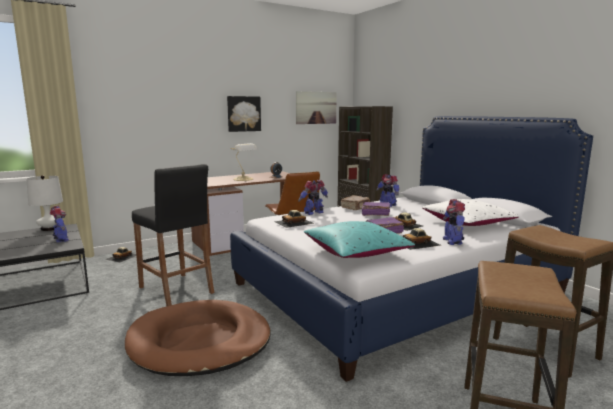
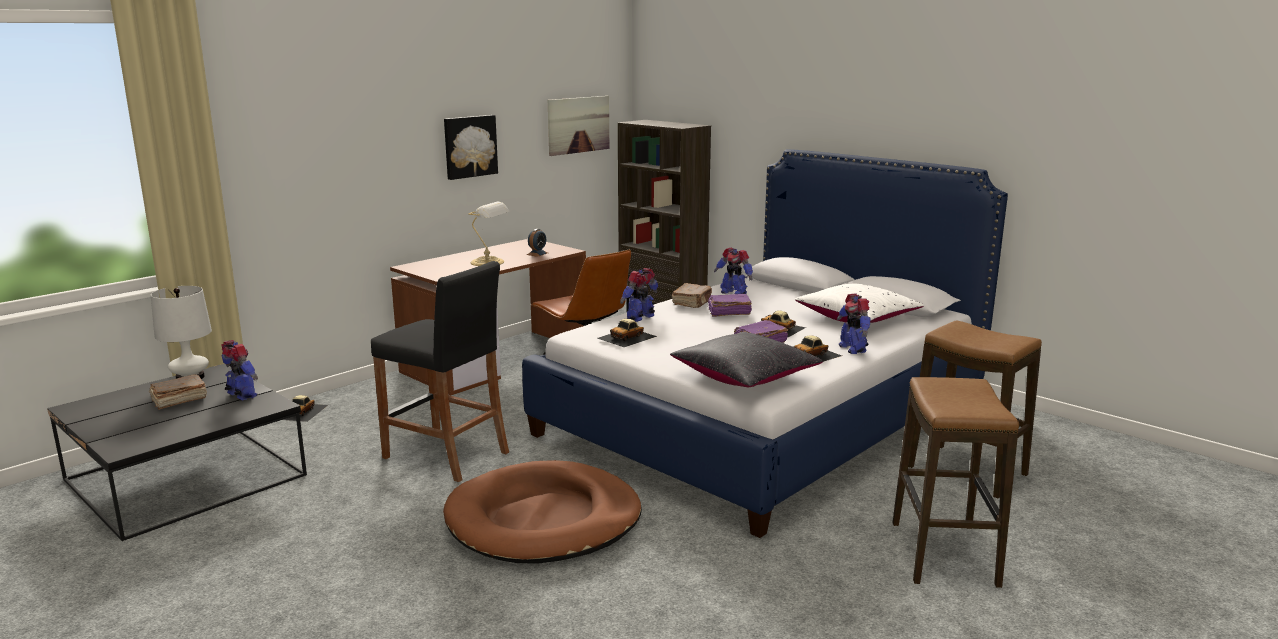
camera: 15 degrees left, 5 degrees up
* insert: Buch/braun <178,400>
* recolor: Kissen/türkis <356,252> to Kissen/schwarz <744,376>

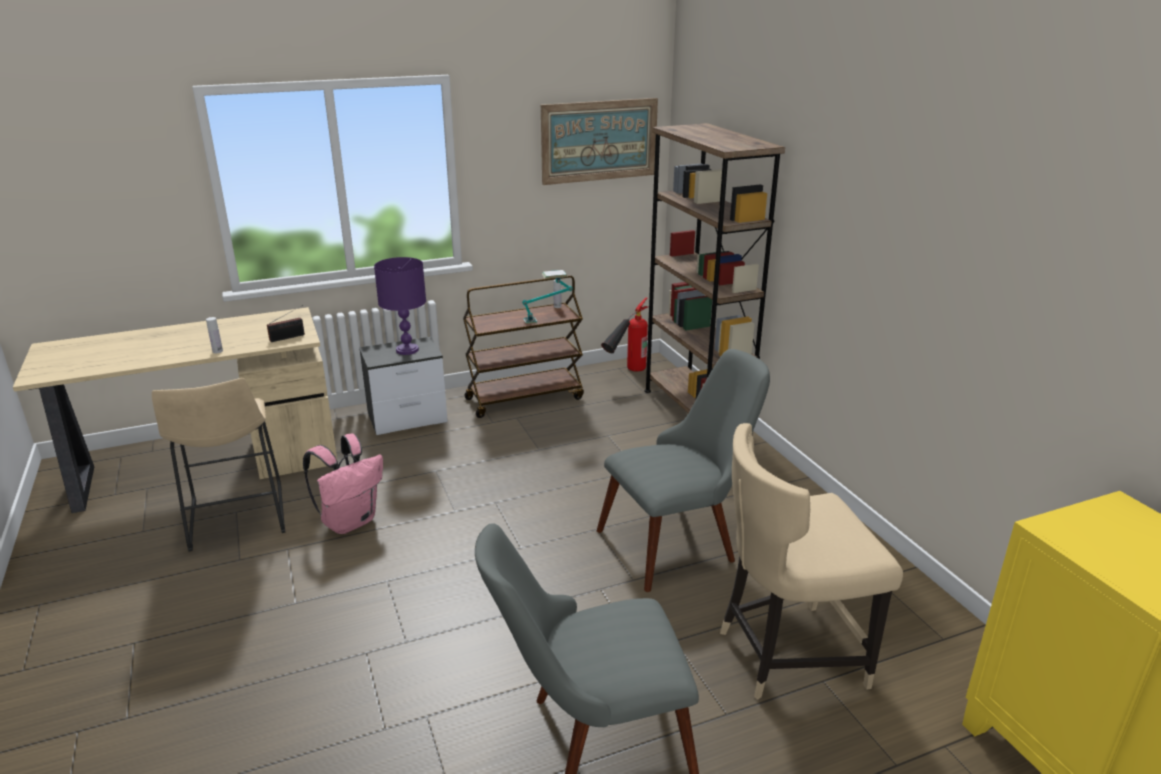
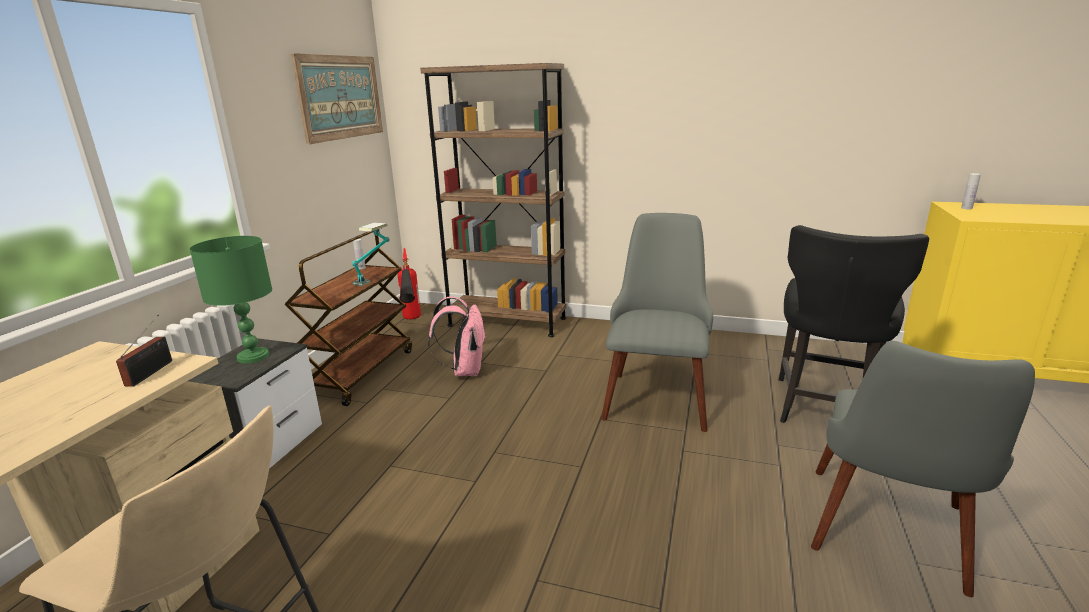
camera: 50 degrees left, 5 degrees down
* move: Flasche/weiß <217,351> to <966,208>
* move: Rucksack/rosa <350,521> to <465,371>
* recolor: Tischlampe/lila <406,350> to Tischlampe/grün <253,357>
* recolor: Stuhl/beige <786,654> to Stuhl/schwarz <823,408>

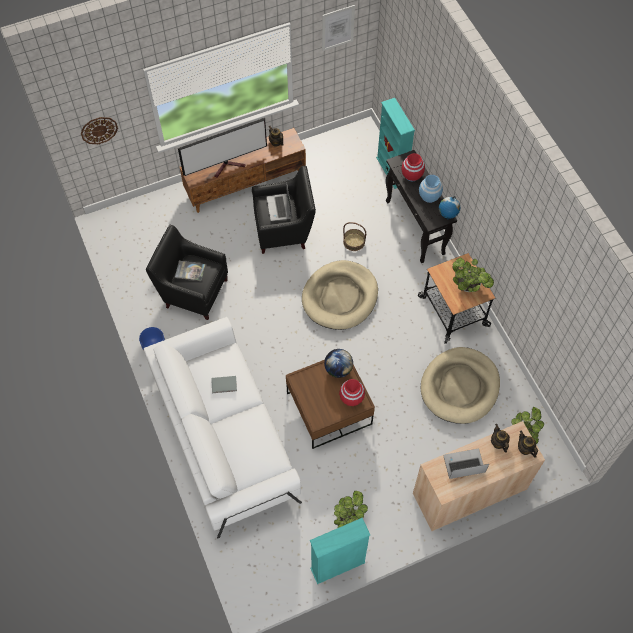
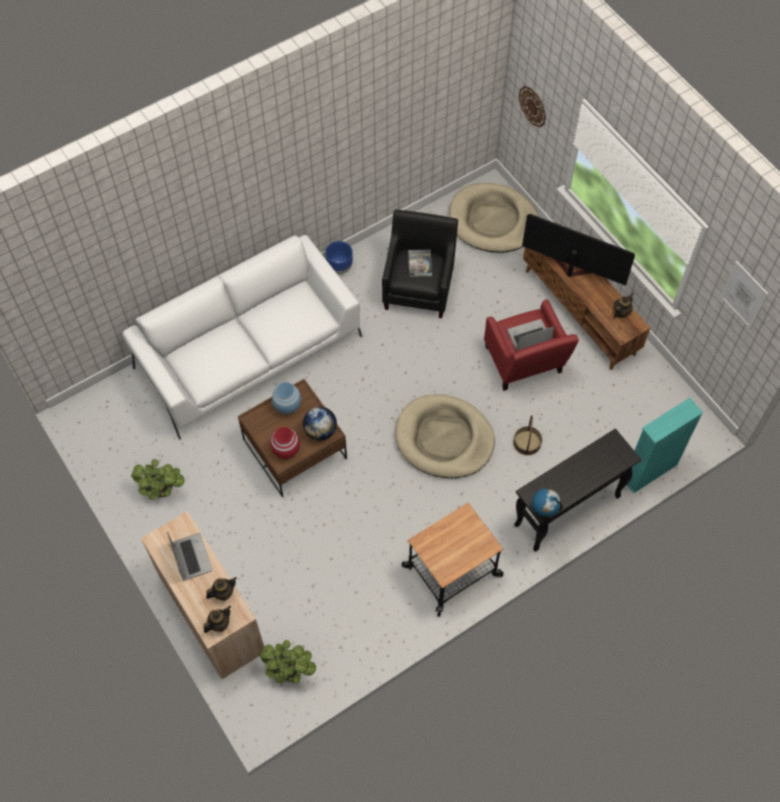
camera: 80 degrees right, 0 degrees up
* delete: Buch/grau <224,385>
* delete: Bücherregal/türkis <337,565>
* delete: Vase/rot <412,175>
* delete: Topfpflanze <469,287>
* move: Vase/blau <429,196> to <287,405>
* move: Hundebett/beige <459,387> to <493,221>
* recolor: Sessel/schwarz <284,230> to Sessel/rot <524,364>
* rotate: Fernseher <228,166> = <570,270> 150 degrees clockwise

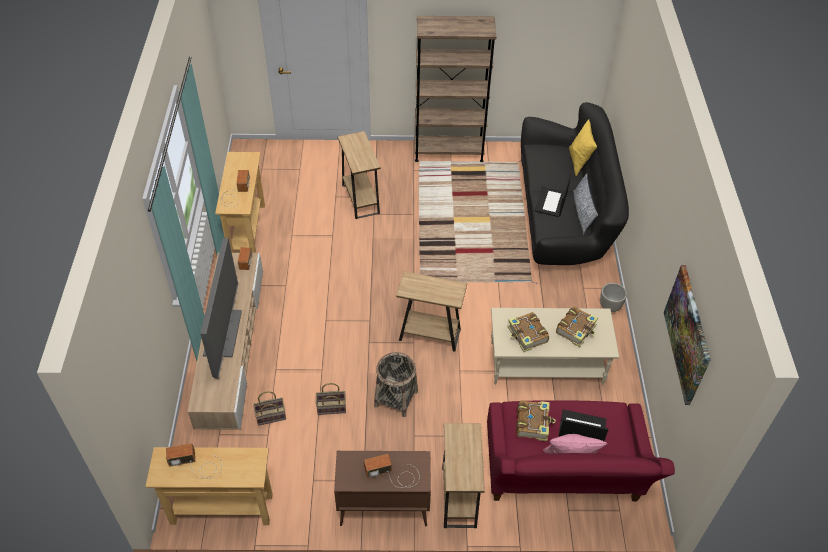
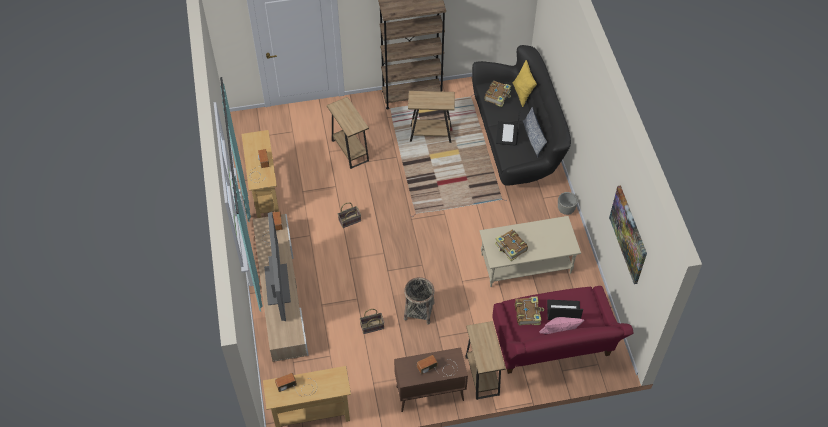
camera: 10 degrees left, 5 degrees up
* move: Korb <271,415> to <350,220>
* move: Beistelltisch/braun <429,335> to <430,134>
* move: Buch <576,329> to <498,96>

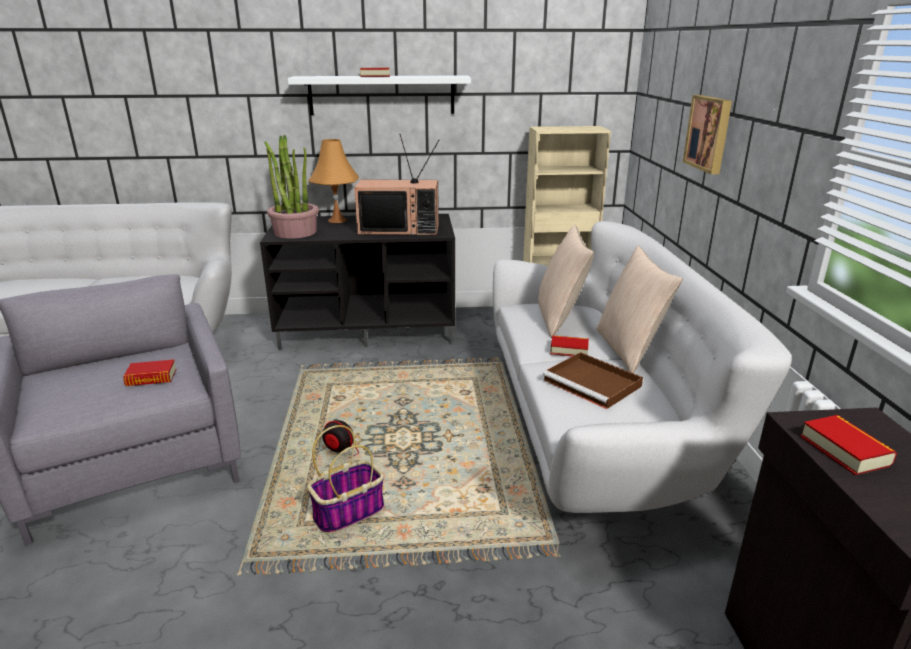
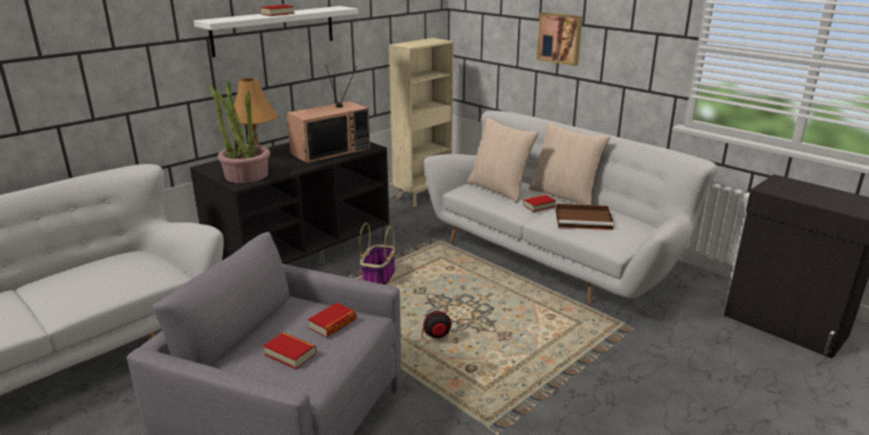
camera: 40 degrees left, 0 degrees up
* move: Korb <349,512> to <378,277>
* move: Buch <844,450> to <290,354>

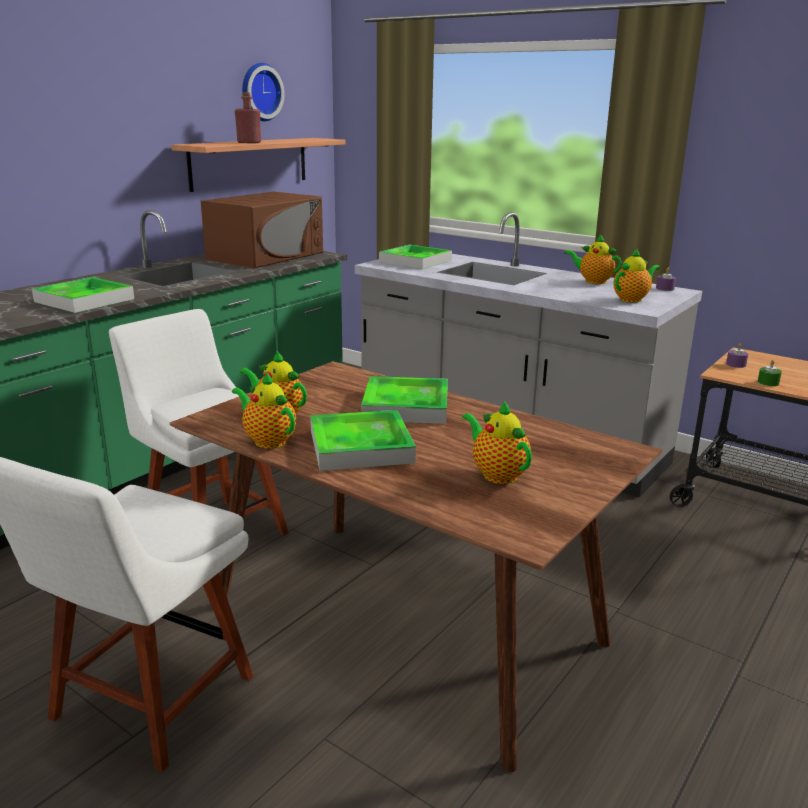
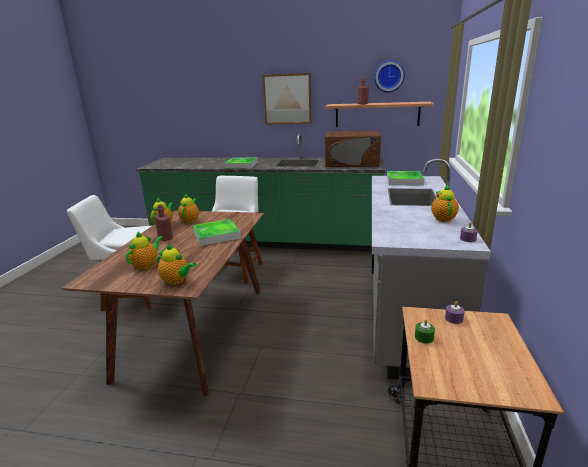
camera: 65 degrees right, 0 degrees up
* insert: Bild <287,99>
* move: Teekanne <632,299> to <176,281>
* replace: Tablett <360,446> to Flasche/rot <165,238>

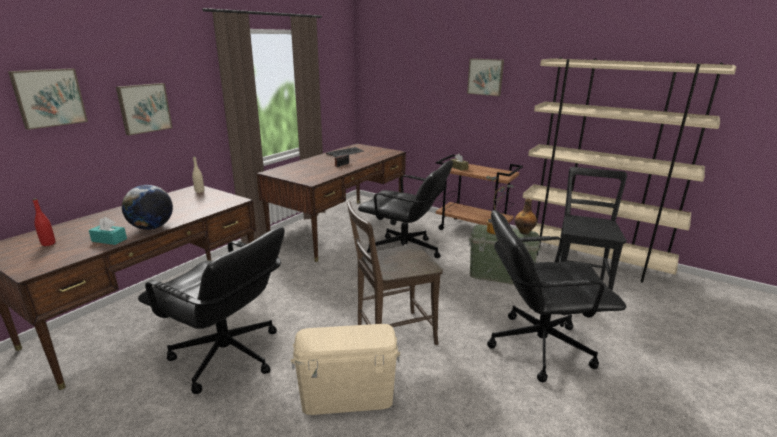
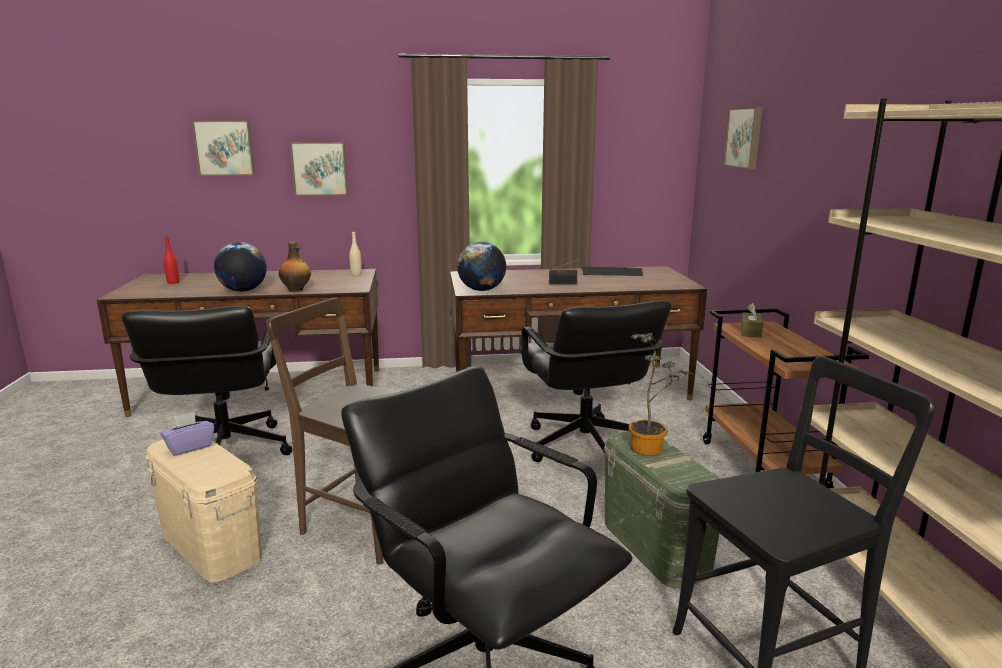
camera: 50 degrees right, 5 degrees down
* delete: Taschentuchbox/türkis <109,240>
* insert: Taschentuchbox/lila <190,447>
* insert: Globus <482,290>
* move: Bild <485,77> to <745,138>
* move: Flasche <524,232> to <296,290>

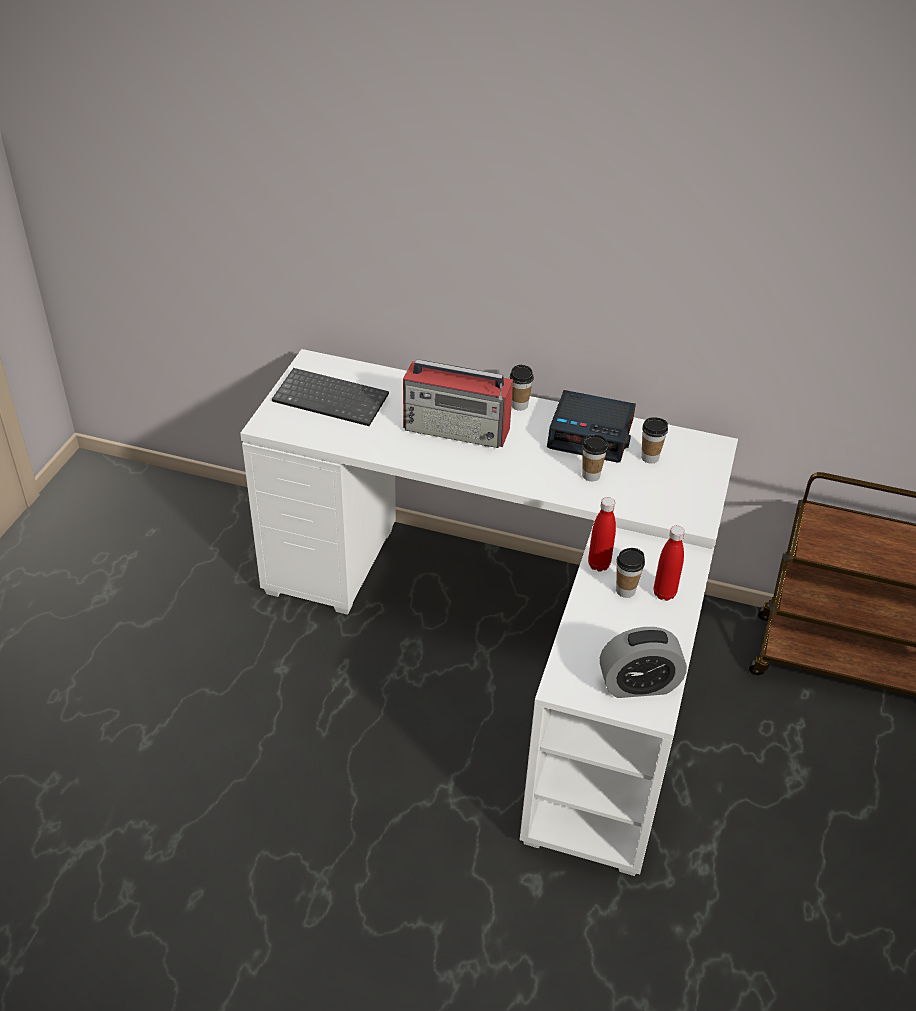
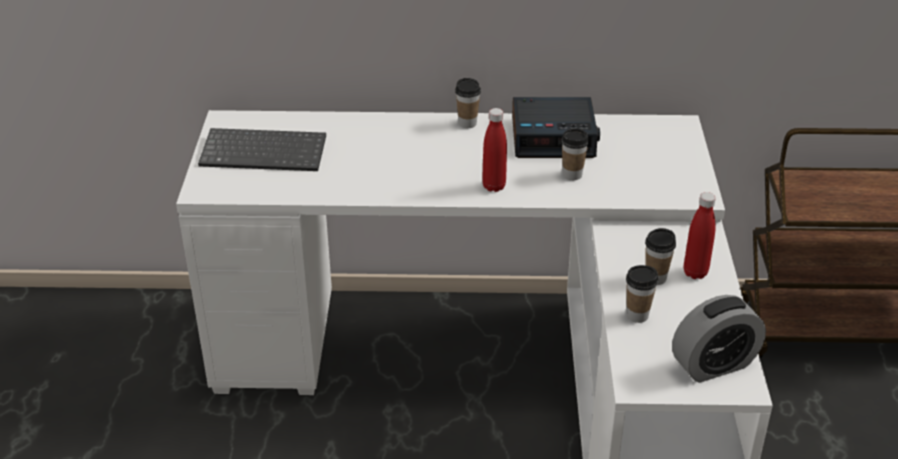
camera: 15 degrees left, 5 degrees down
* delete: Radio <457,429>
* move: Flasche/rot <598,565> to <494,186>
* move: Tasse <649,458> to <637,315>

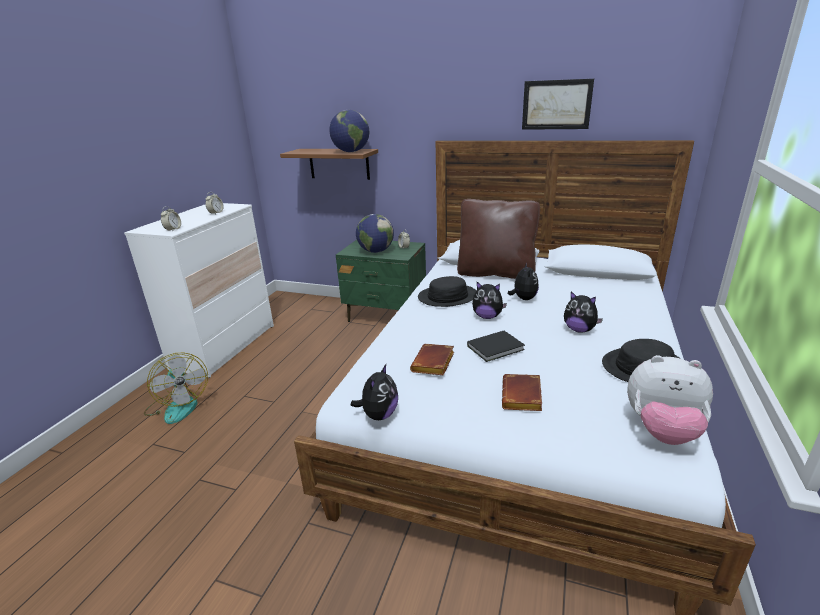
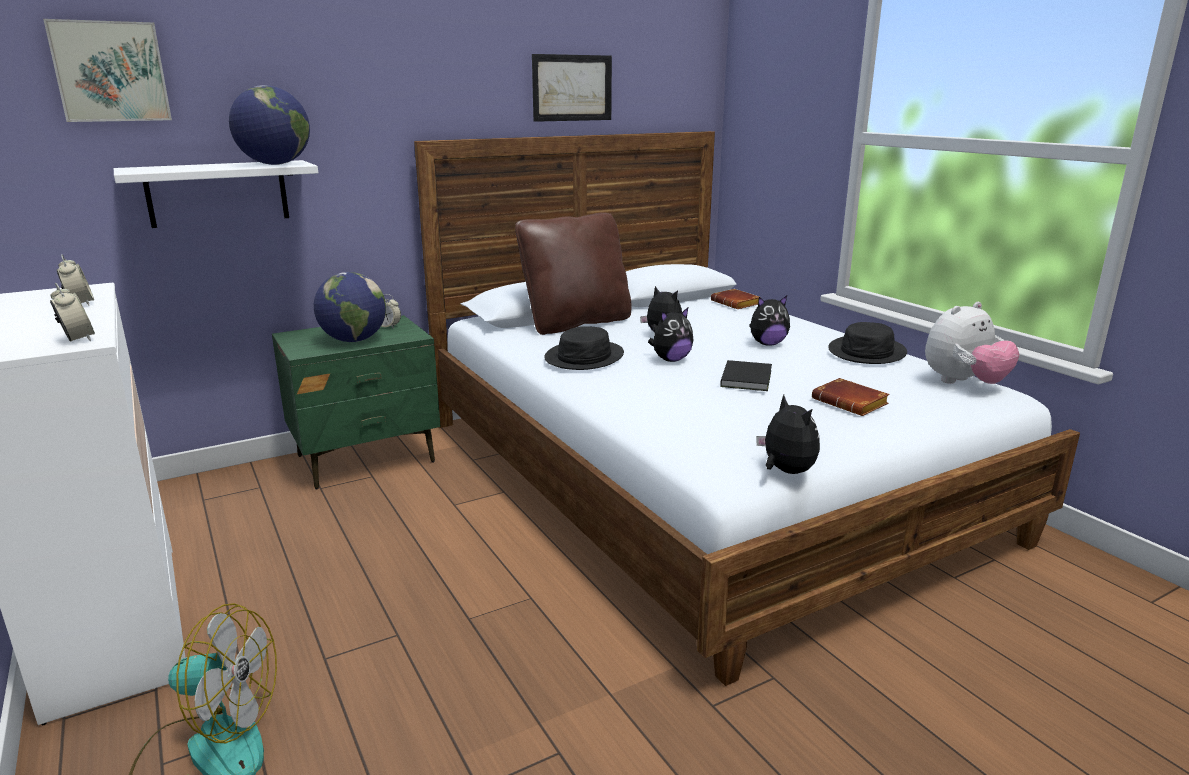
camera: 50 degrees left, 5 degrees down
* insert: Bild <110,72>
* move: Buch/braun <434,364> to <737,303>
* recolor: Wandregal/braun <339,164> to Wandregal/weiß <218,193>

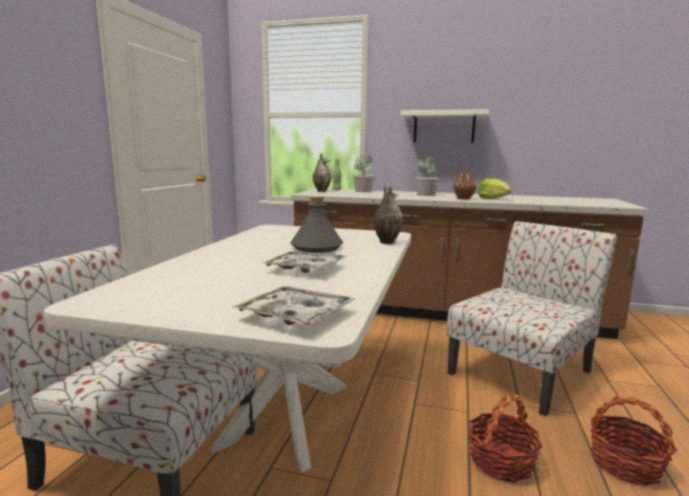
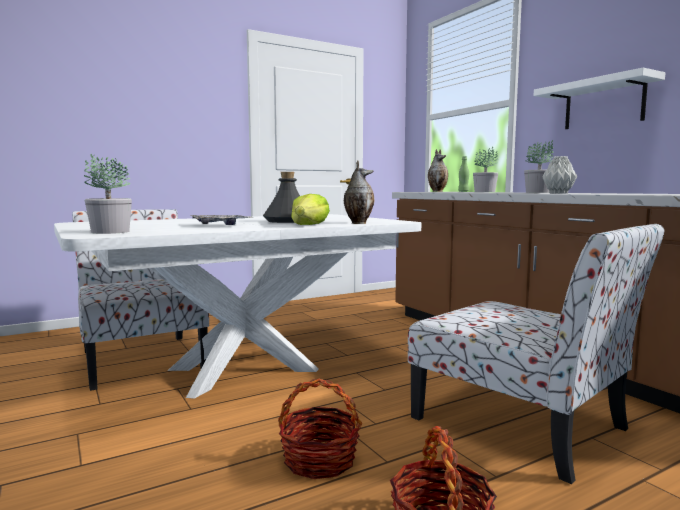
camera: 45 degrees right, 5 degrees down
* move: Salatkopf <493,199> to <309,225>
* replace: Tablett <296,315> to Topfpflanze <109,232>
* recolor: Vase/braun <463,199> to Vase/grau <558,193>
* rotate: Stuhl <522,371> = <522,425> 45 degrees clockwise

